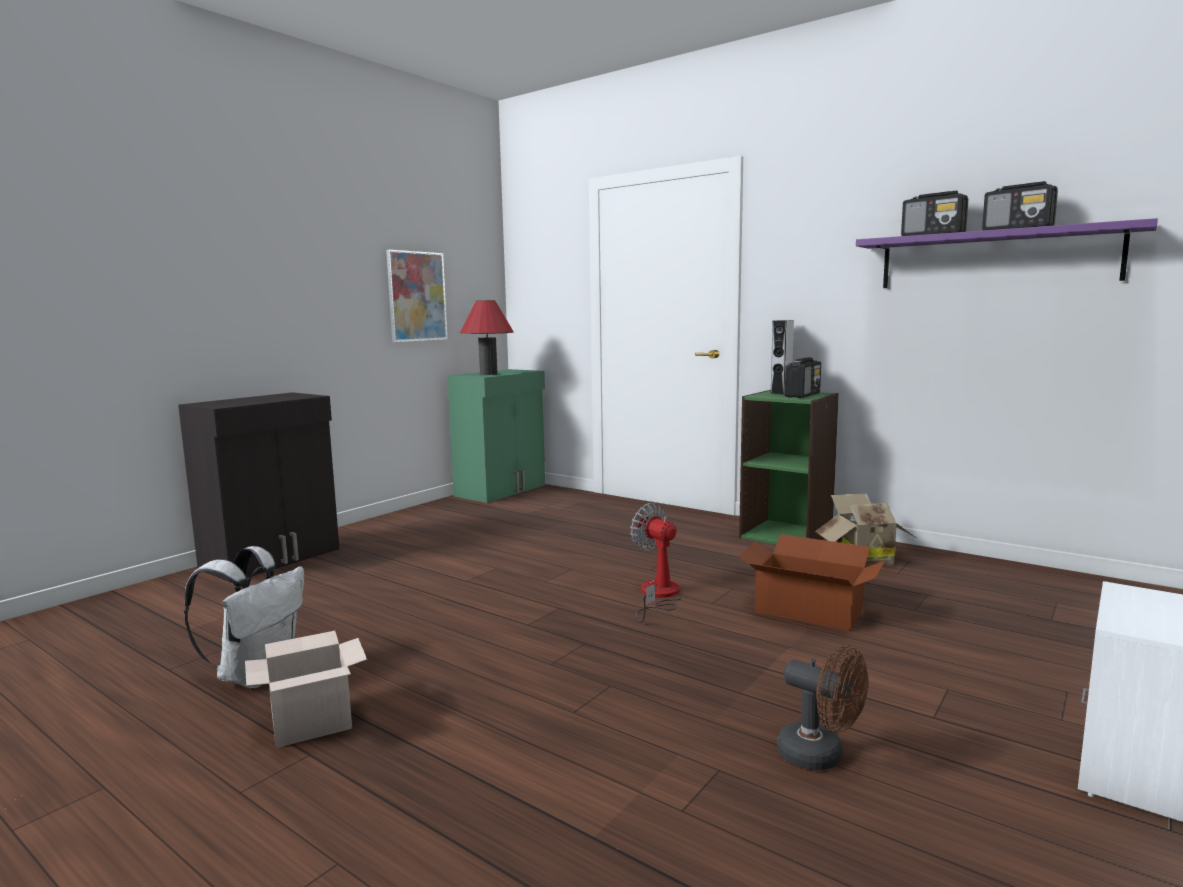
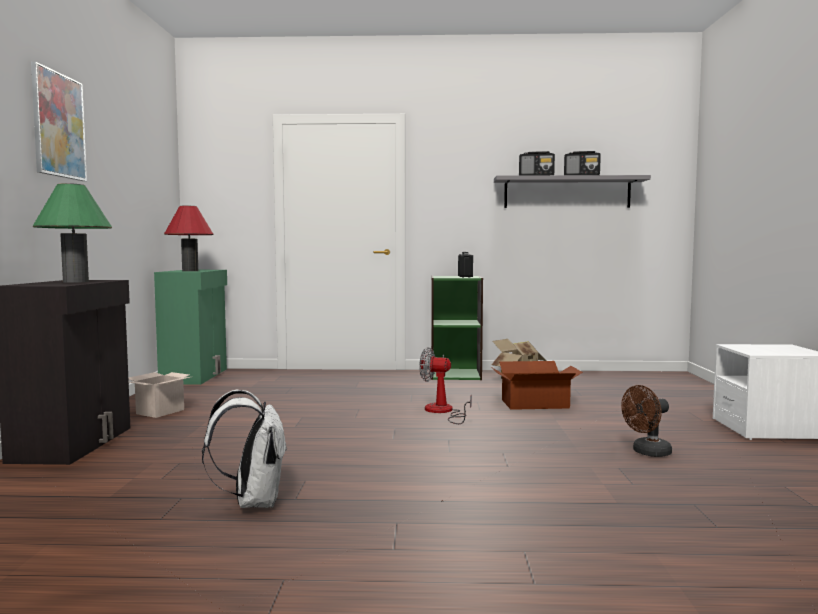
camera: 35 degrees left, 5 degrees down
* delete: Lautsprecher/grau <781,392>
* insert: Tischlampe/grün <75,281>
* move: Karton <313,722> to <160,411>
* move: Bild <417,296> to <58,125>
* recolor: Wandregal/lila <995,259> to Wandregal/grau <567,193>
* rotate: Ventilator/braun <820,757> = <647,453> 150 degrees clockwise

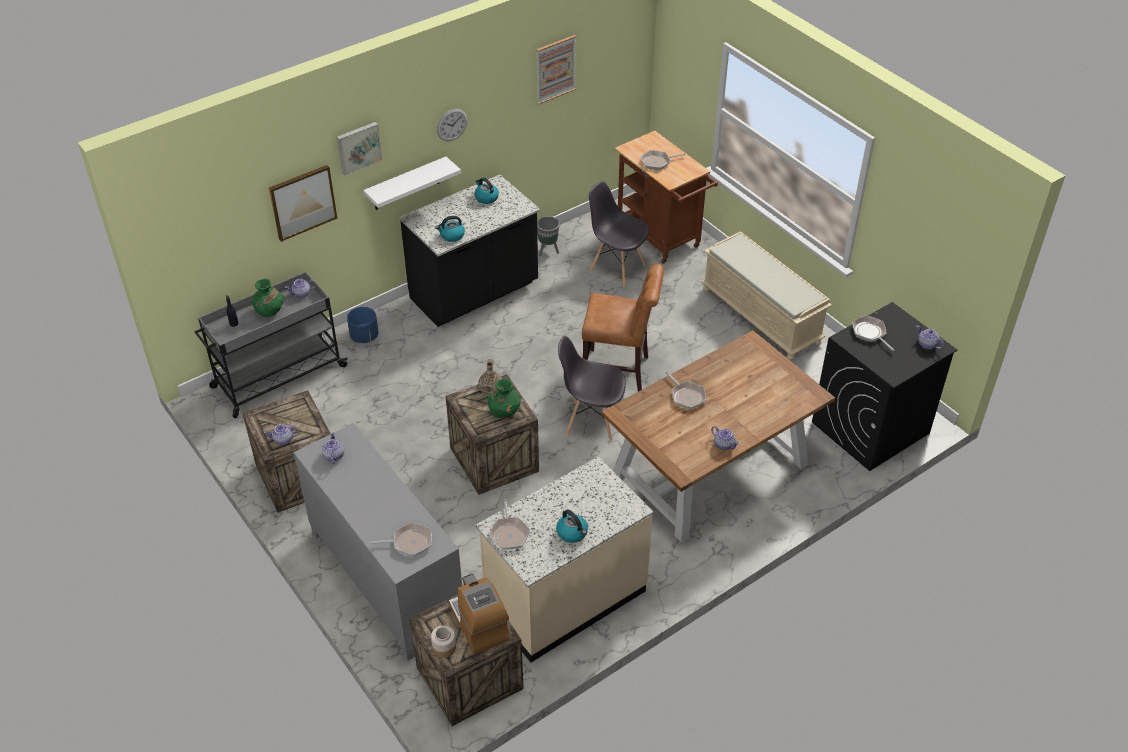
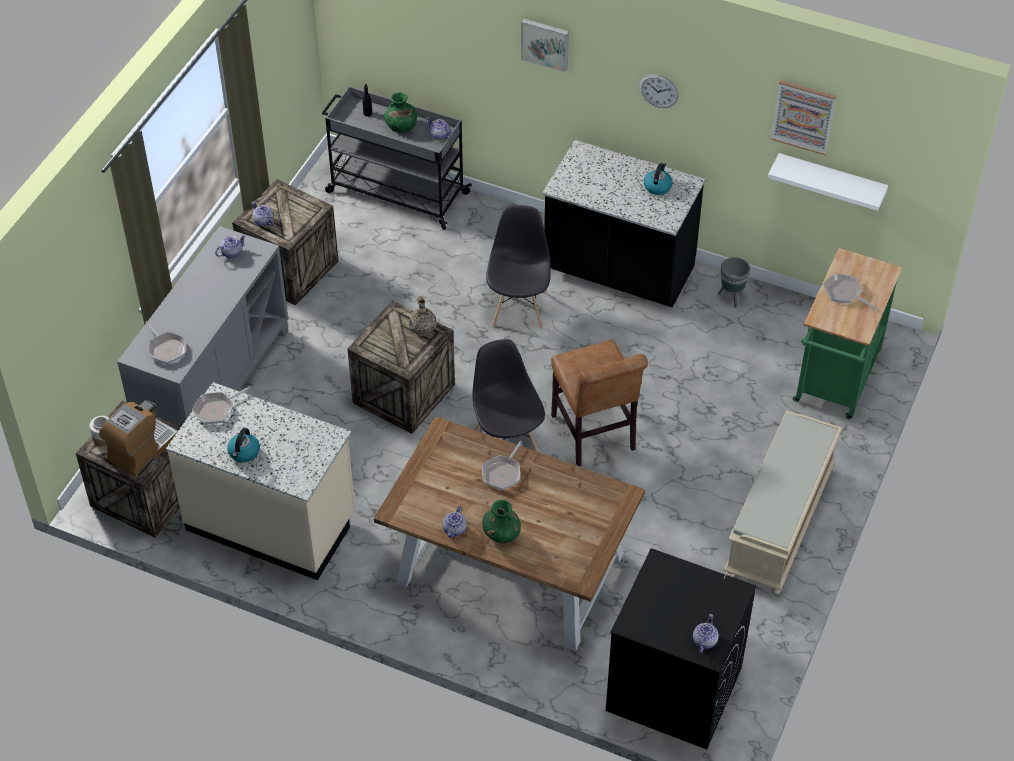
camera: 60 degrees right, 5 degrees up
* delete: Bild <302,202>
* delete: Pflanzkübel/blau <364,336>
* delete: Wasserkessel <451,235>
* delete: Pfanne <870,333>
* move: Wandregal/weiß <406,184> to <831,181>
* move: Vase/grün <504,411> to <501,534>
* move: Stuhl/grau <617,267> to <519,308>
* recolor: Rollwagen/braun <661,238> to Rollwagen/grün <835,382>

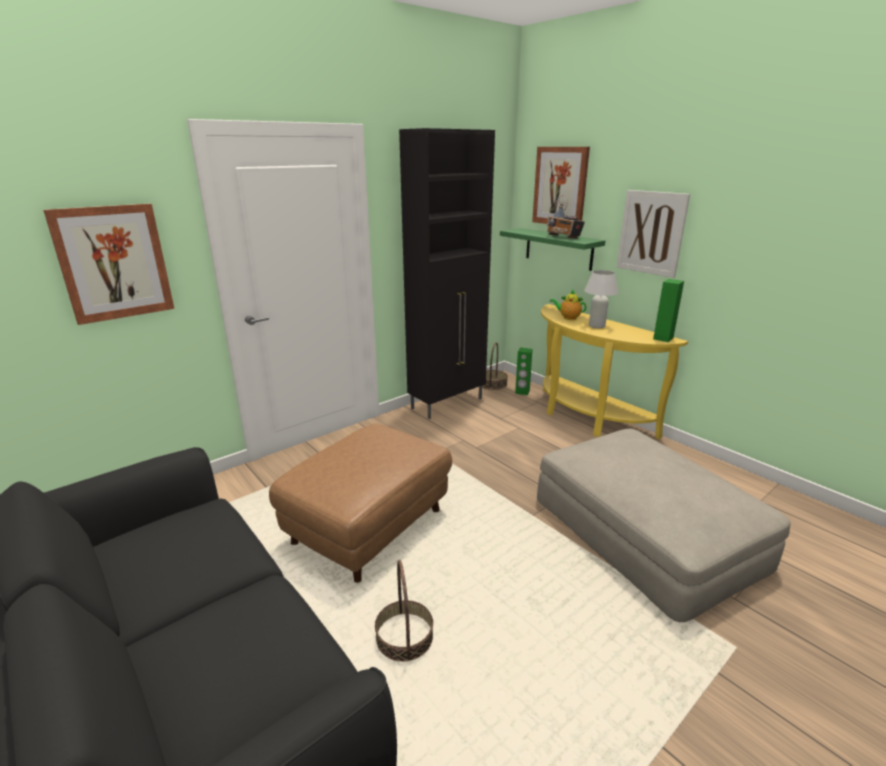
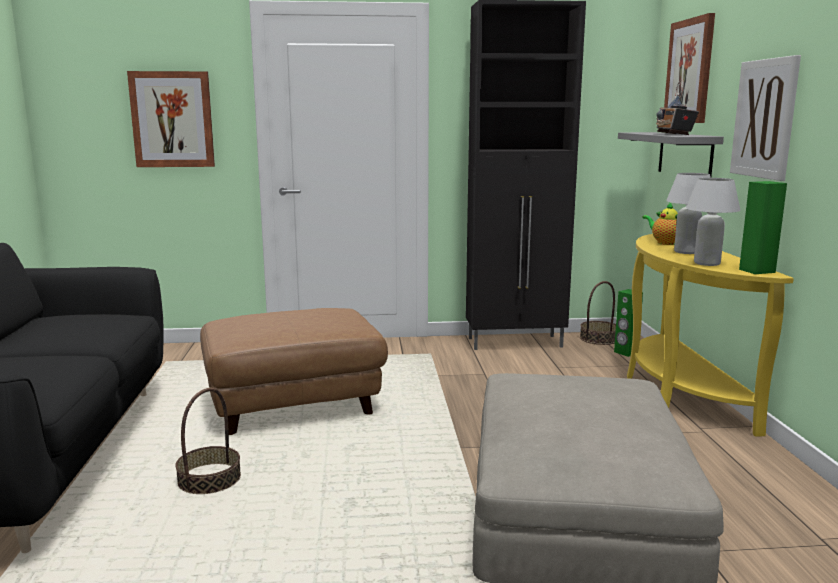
camera: 35 degrees right, 10 degrees down
* insert: Tischlampe/weiß <707,263>
* recolor: Wandregal/grün <558,249> to Wandregal/grau <685,155>

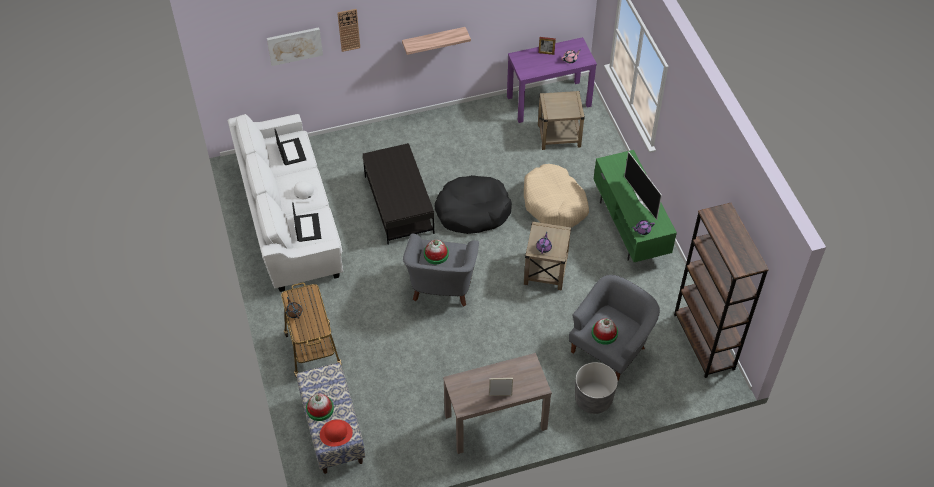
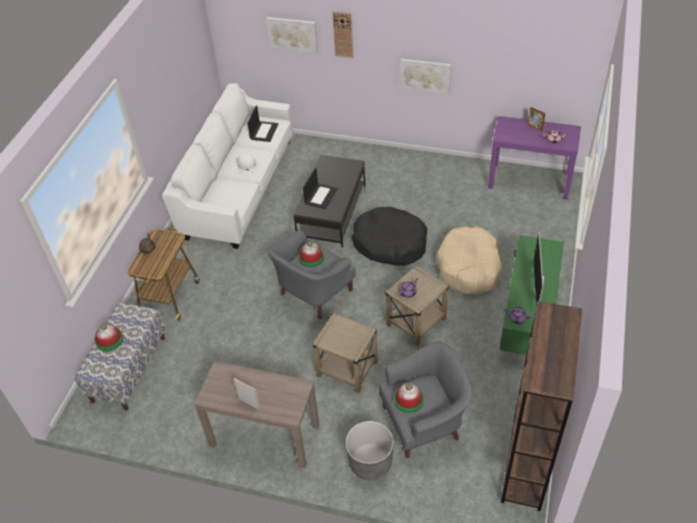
camera: 35 degrees right, 5 degrees down
* delete: Hut/rot <336,433>
* move: Laptop <307,227> to <320,196>
* move: Beistelltisch/beige <558,136> to <347,368>
* replace: Wandregal <434,40> to Bild <425,75>

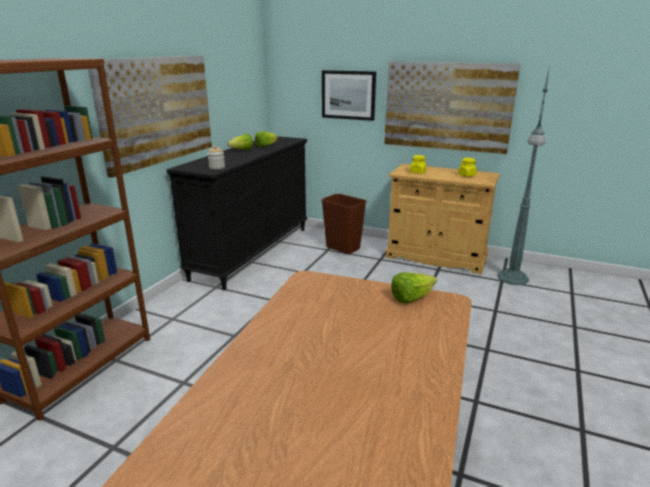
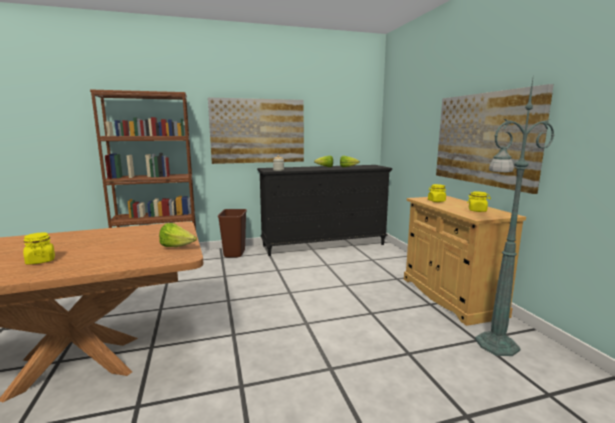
camera: 50 degrees right, 10 degrees down
* delete: Bild <348,95>
* insert: Vorratsglas/gelb <40,261>
* move: Mülleimer/braun <343,248> to <235,253>

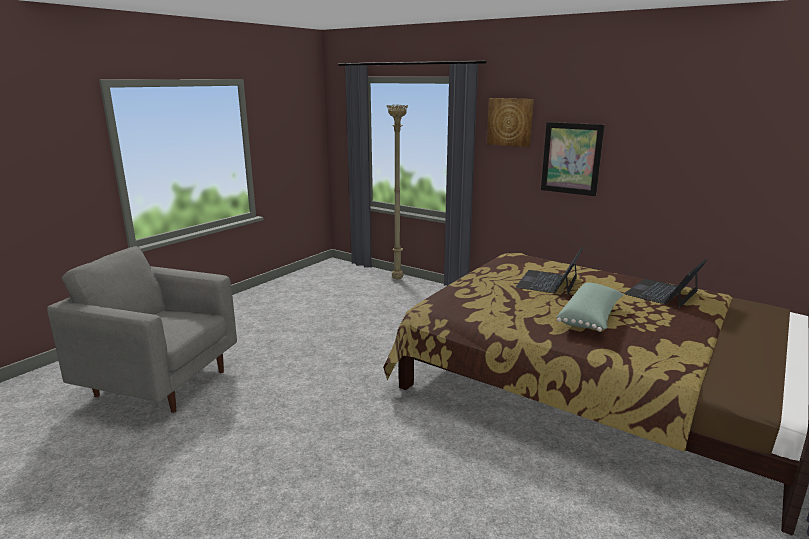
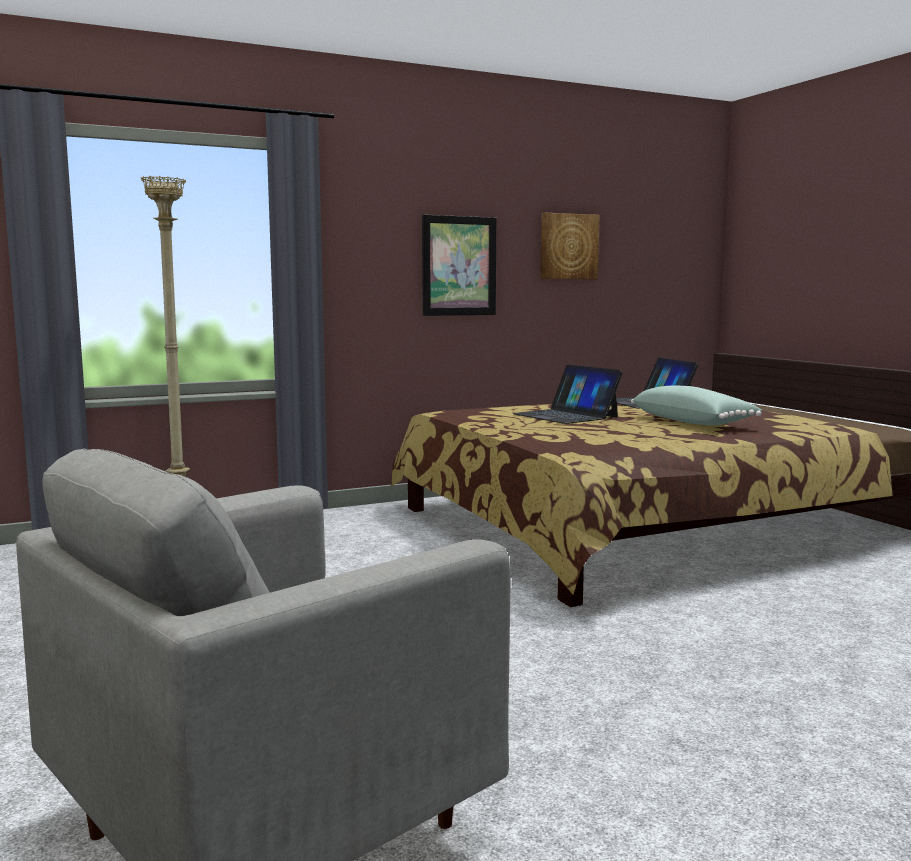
camera: 60 degrees left, 10 degrees down
* move: Bild <510,122> to <568,246>

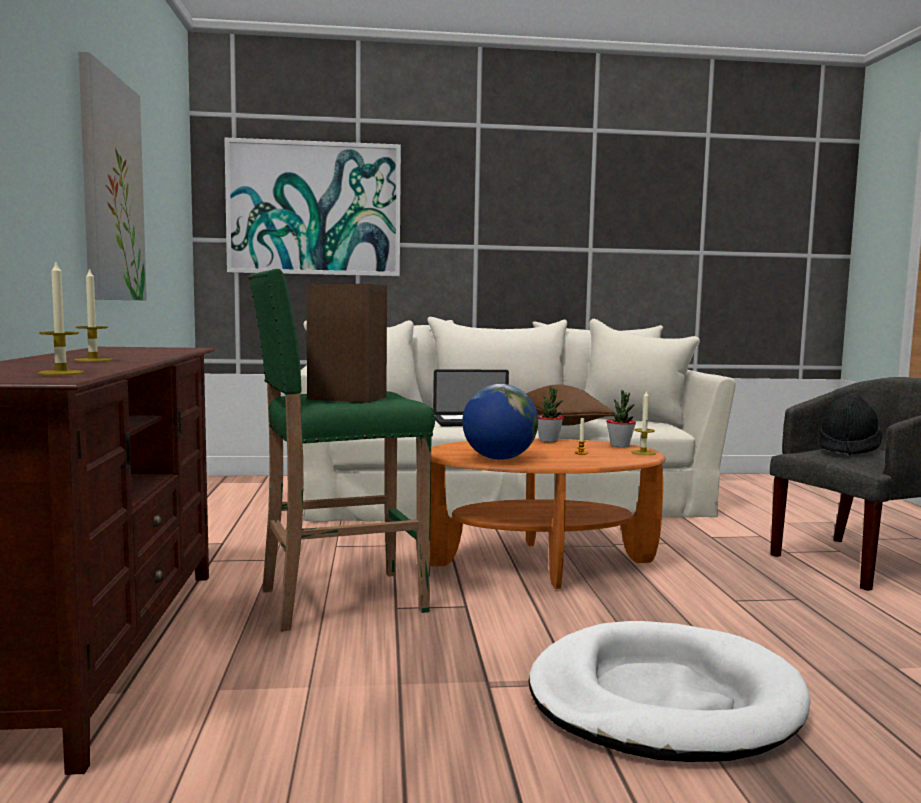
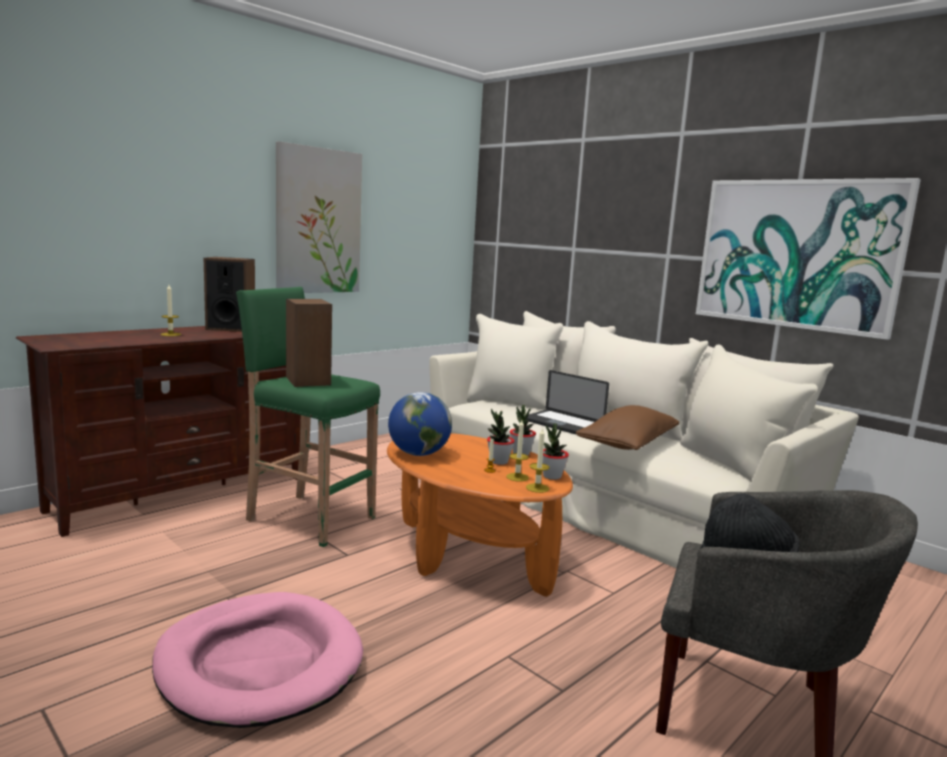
camera: 50 degrees right, 5 degrees up
* insert: Lautsprecher <230,328>
* insert: Topfpflanze <499,462>
* move: Kerze <61,373> to <517,477>
* move: Bild <314,209> to <797,254>
* recolor: Hundebett/weiß <663,700> to Hundebett/rosa <259,663>

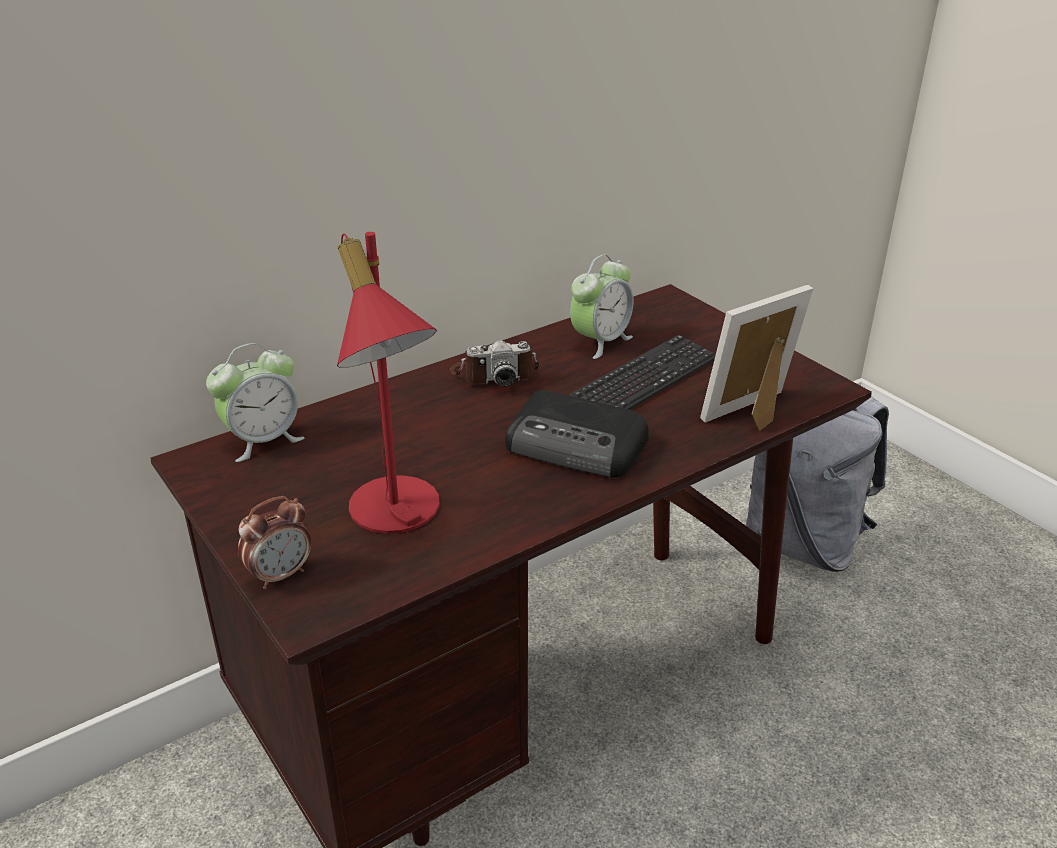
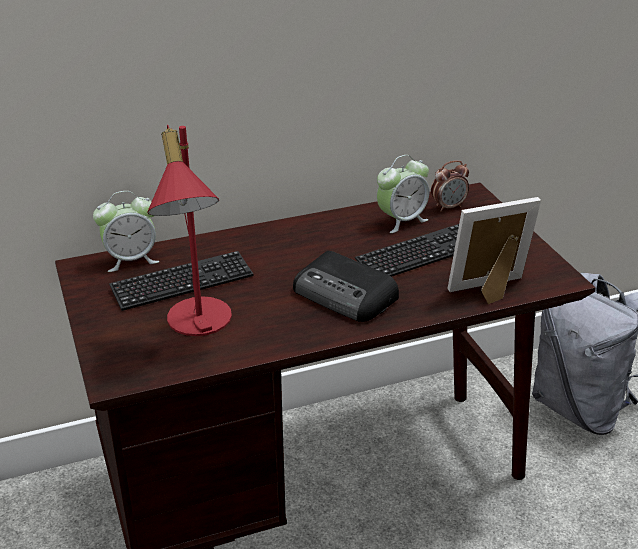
camera: 15 degrees right, 0 degrees up
* delete: Kamera <494,374>
* insert: Tastatur <182,283>
* move: Wecker <280,575> to <448,207>

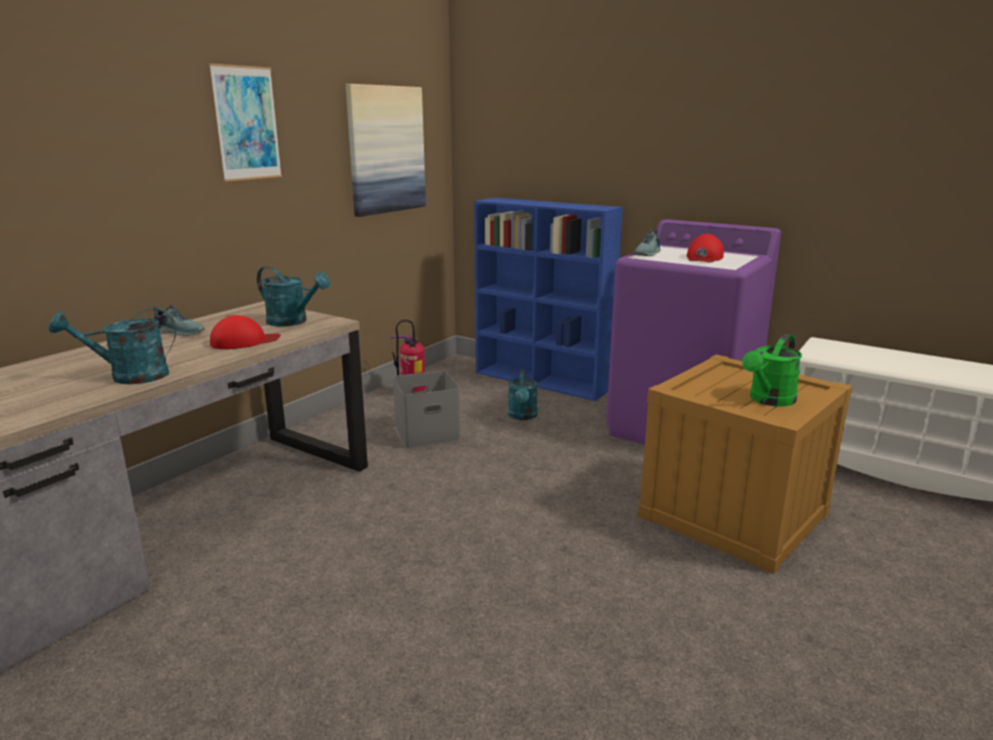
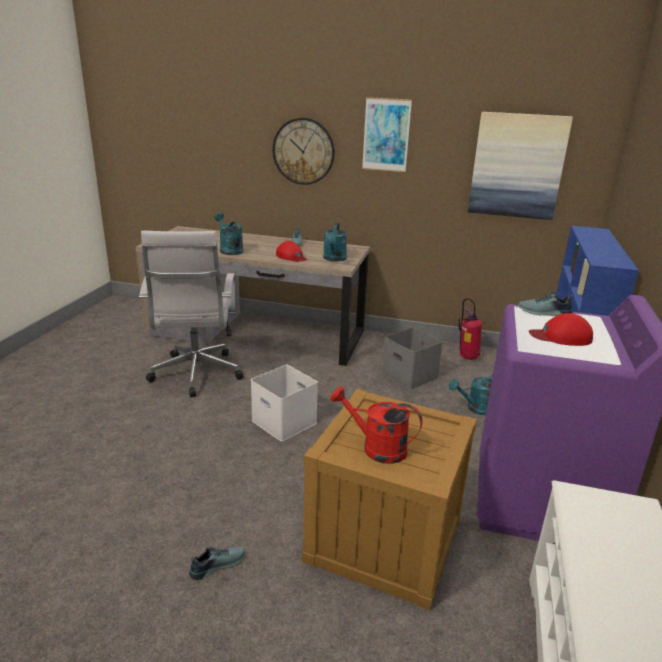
camera: 70 degrees right, 5 degrees up
* insert: Bürostuhl/weiß <196,375>
* insert: Schuh <216,564>
* insert: Aufbewahrungsbox/weiß <285,422>
* insert: Wanduhr <303,151>
* recolor: Gießkanne/grün <769,400> to Gießkanne/rot <376,448>

